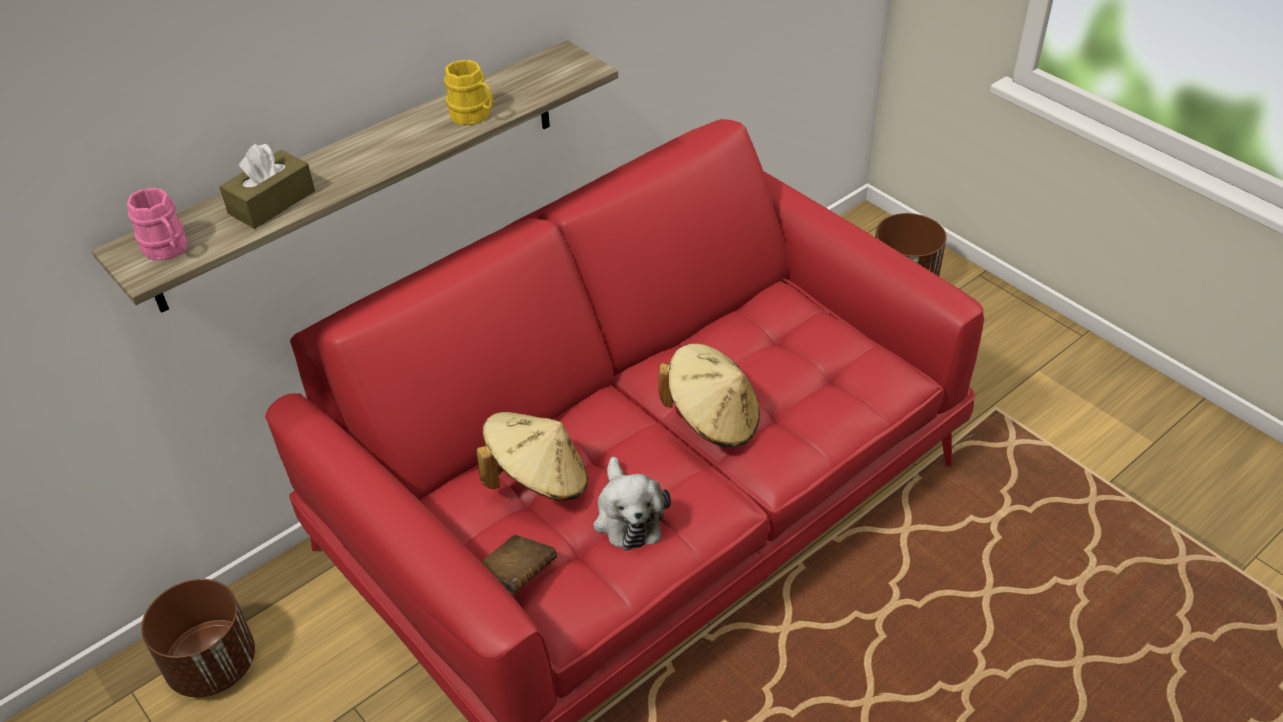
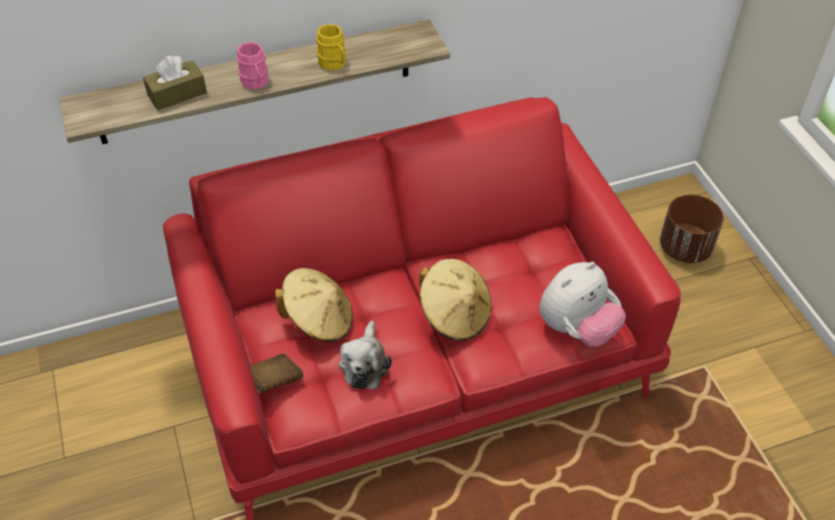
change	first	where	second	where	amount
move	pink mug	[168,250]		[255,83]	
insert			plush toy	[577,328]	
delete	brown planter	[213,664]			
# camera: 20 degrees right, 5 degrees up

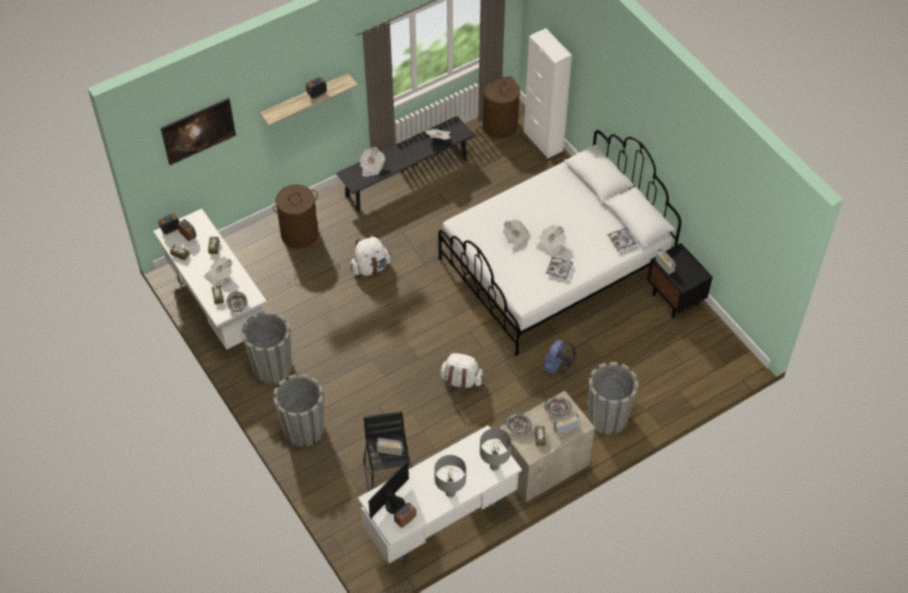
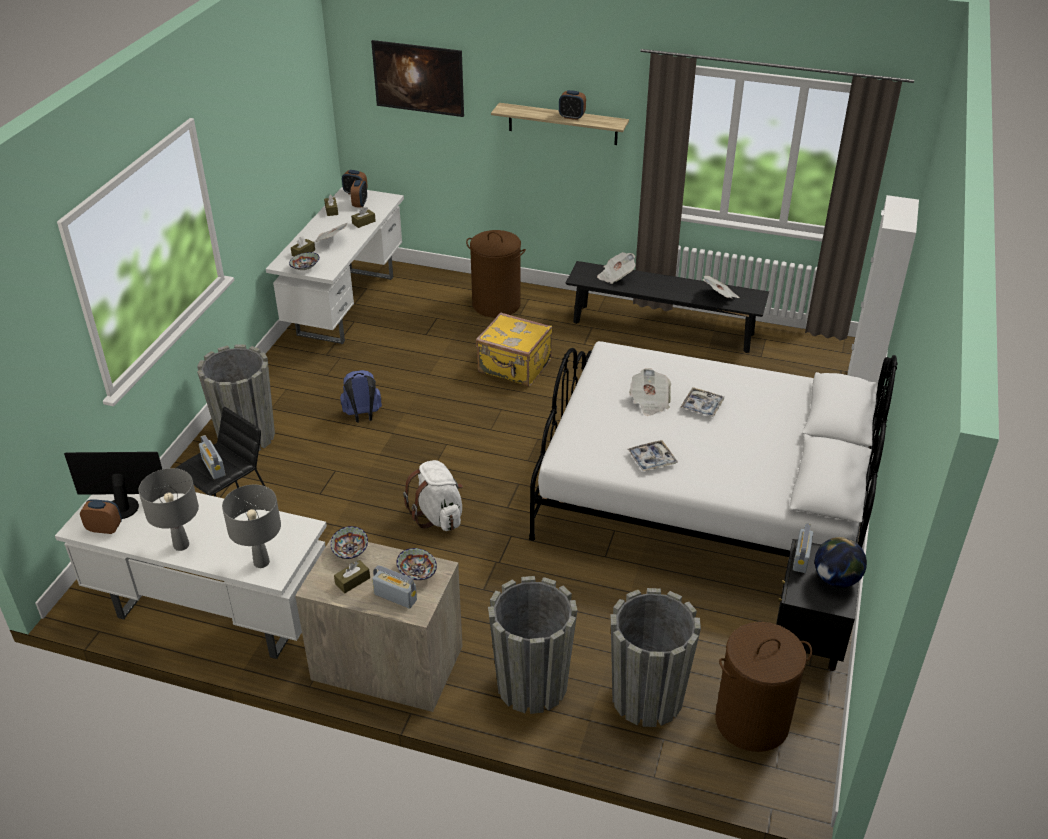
change	first	where	second	where	amount
move	blue backpack	[557,366]		[362,416]	
replace	white backpack	[370,267]	yellow suitcase	[514,367]	
move	grey planter	[272,367]		[647,697]	
move	tray	[621,241]		[702,406]	
move	brown laundry basket	[500,126]		[752,722]	
insert			globe	[836,579]	
delete	newspaper	[550,244]			
# camera: 50 degrees right, 15 degrees down

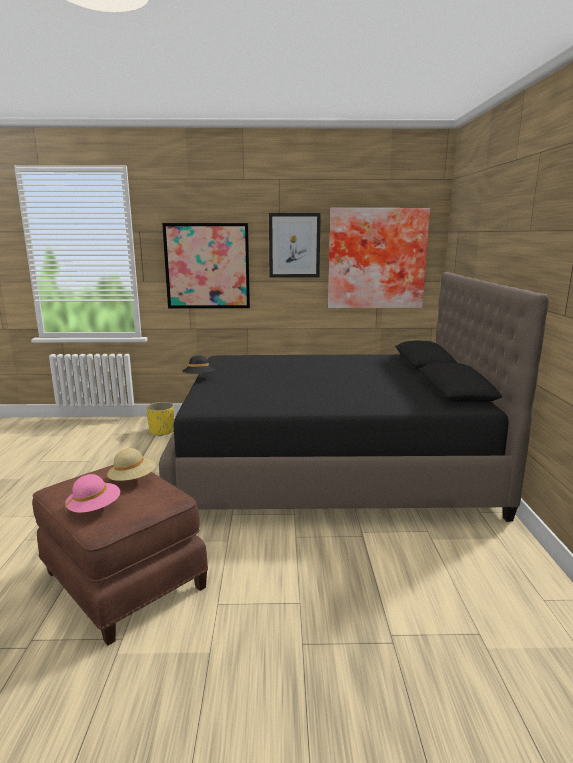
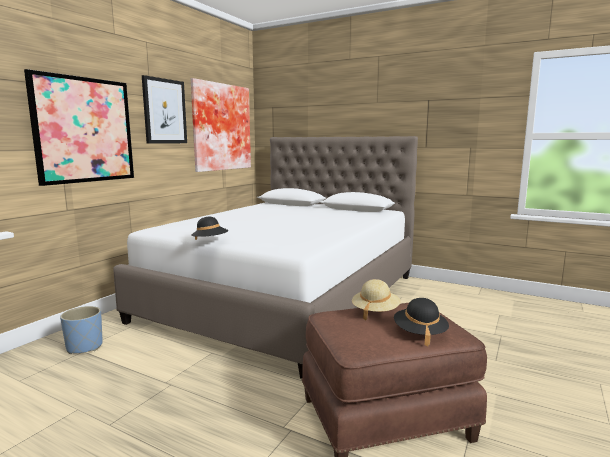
change	first	where	second	where	amount
recolor	yellow planter	[161,431]	blue planter	[84,347]	
recolor	black bed	[329,465]	white bed	[286,297]	
recolor	pink hat	[94,508]	black hat	[419,333]	
# camera: 60 degrees left, 5 degrees down

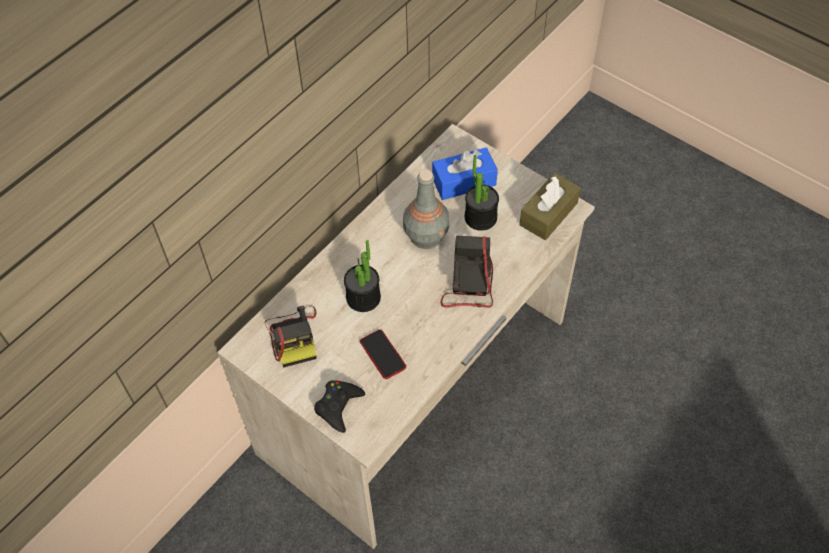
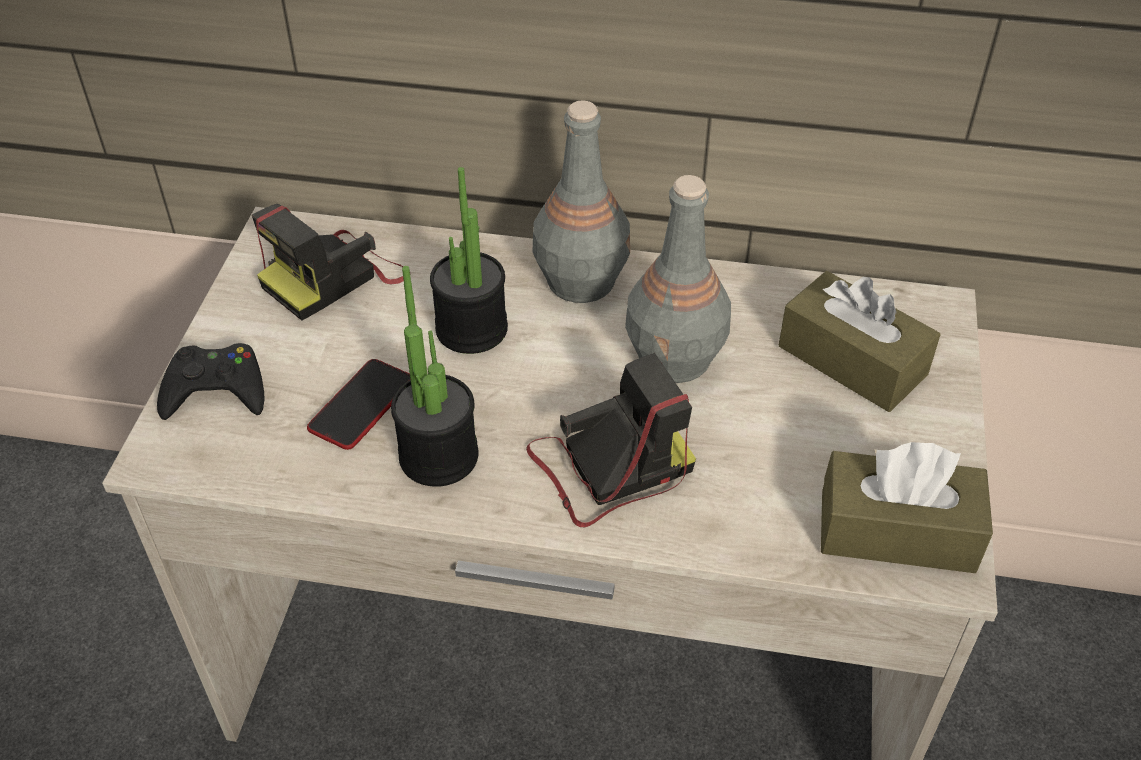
change	first	where	second	where	amount
move	potted plant	[480,217]		[438,456]	
insert			grey bottle	[581,280]	
recolor	blue tissue box	[464,181]	brown tissue box	[852,360]	
# camera: 60 degrees right, 10 degrees down

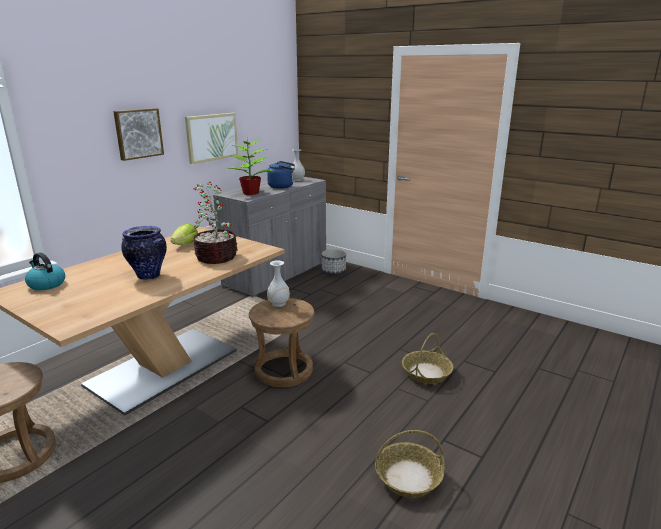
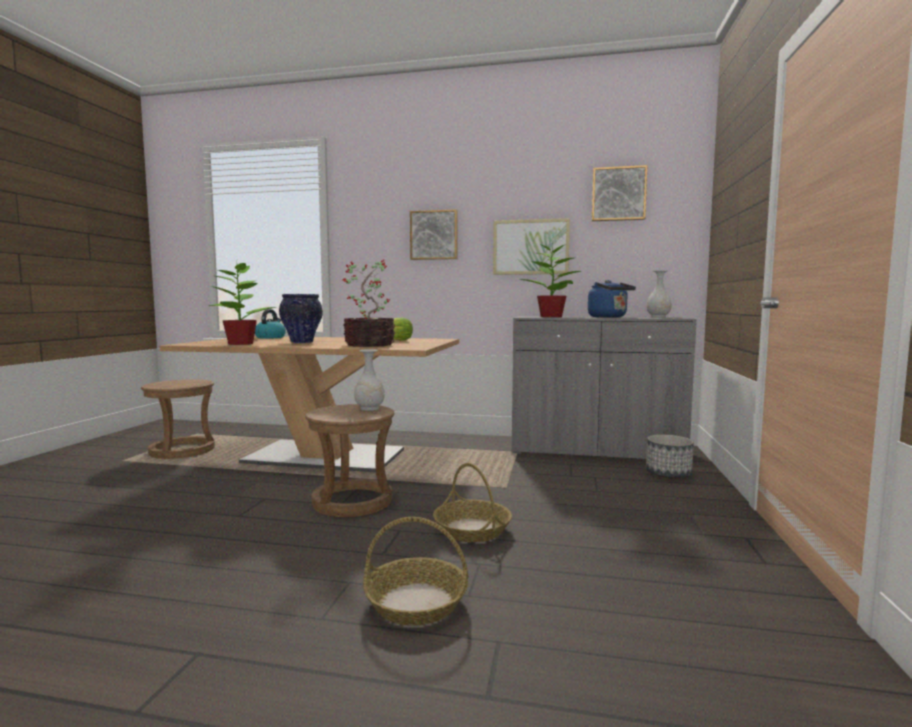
change	first	where	second	where	amount
insert			potted plant	[241,343]	
move	basket	[408,477]		[472,529]	
insert			picture	[618,194]	
# camera: 65 degrees right, 15 degrees down

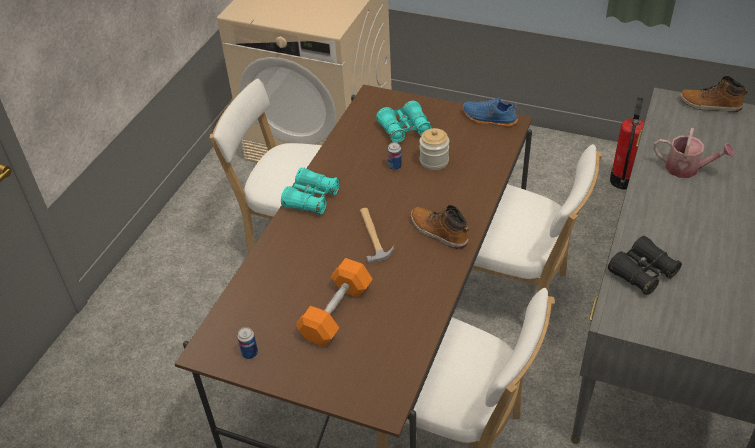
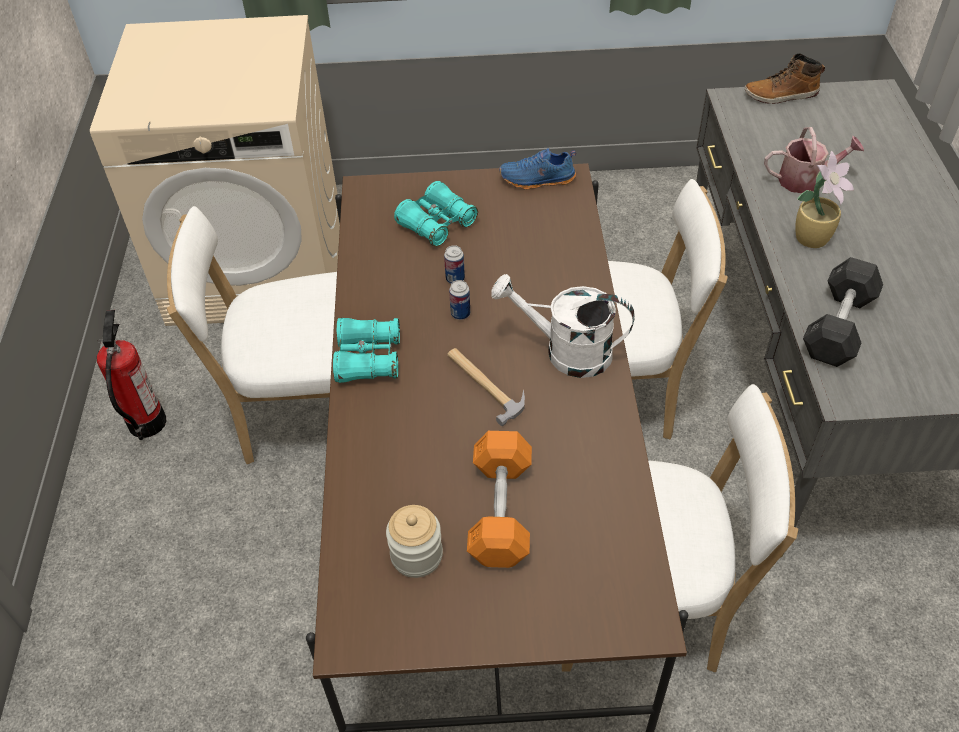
change	first	where	second	where	amount
move	fire extinguisher	[622,181]		[146,423]	
move	jar	[434,161]		[416,555]	
move	can	[250,353]		[460,314]	
replace	boot	[438,232]	white watering can	[566,352]	
insert			potted plant	[813,238]	
replace	black binoculars	[642,273]	grey dumbbell	[838,326]	
# camera: 25 degrees left, 5 degrees up

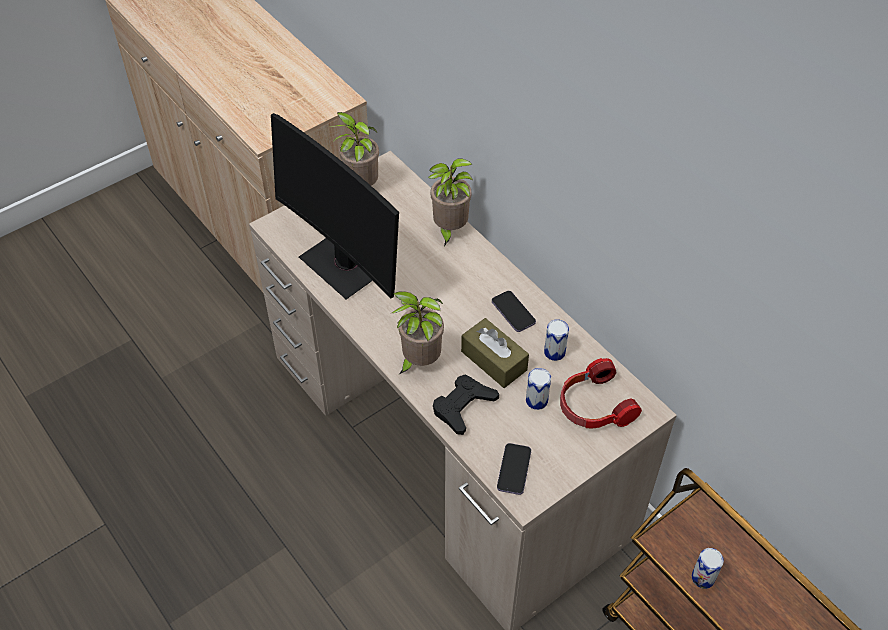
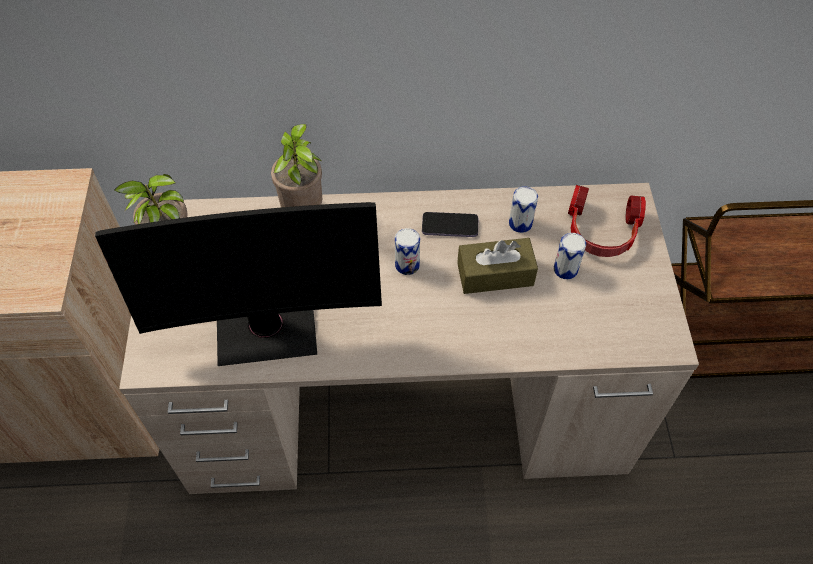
change	first	where	second	where	amount
move	can	[703,578]		[407,265]	
delete	potted plant	[419,361]			
delete	black game controller	[463,407]			
delete	phone	[514,470]			
# camera: 55 degrees left, 5 degrees up

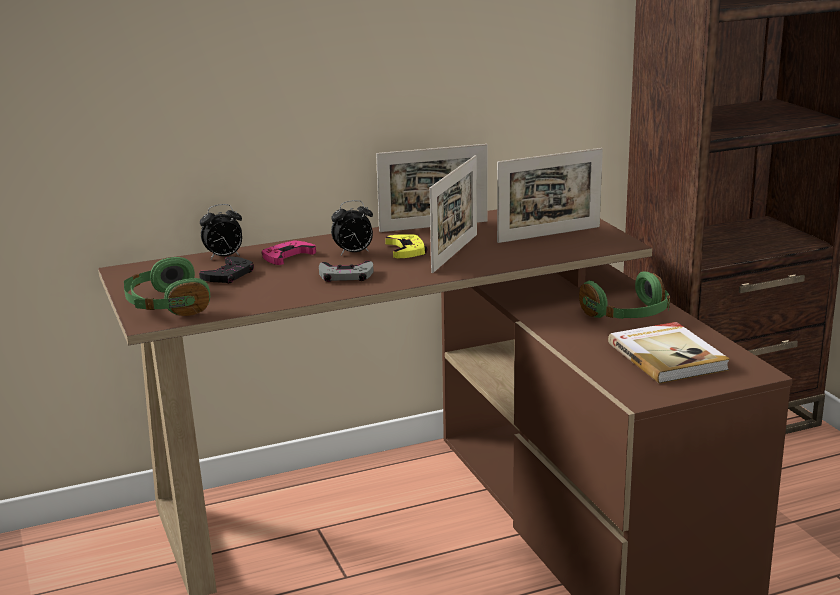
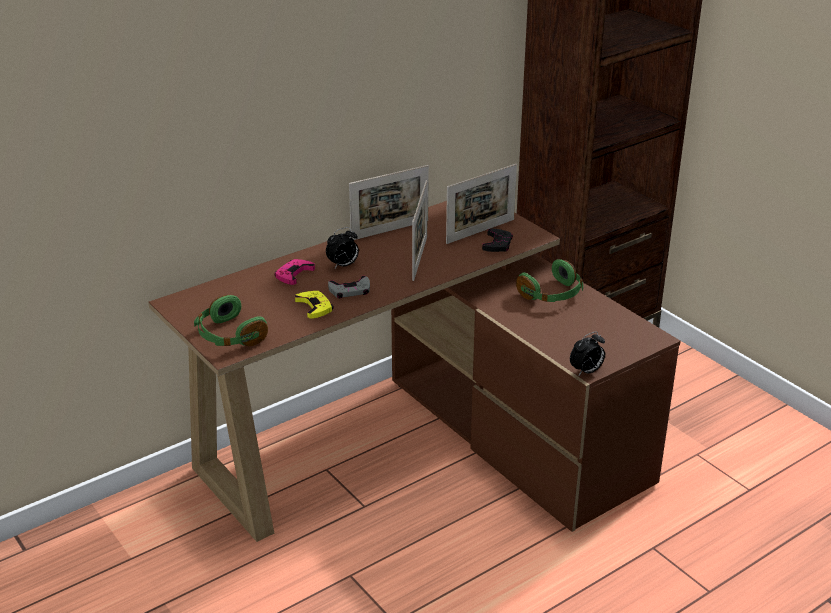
change	first	where	second	where	amount
move	yellow game controller	[406,250]		[314,307]	
move	black game controller	[228,275]		[497,244]	
move	alarm clock	[224,257]		[586,371]	
delete	book	[668,356]			
# camera: 15 degrees left, 10 degrees up

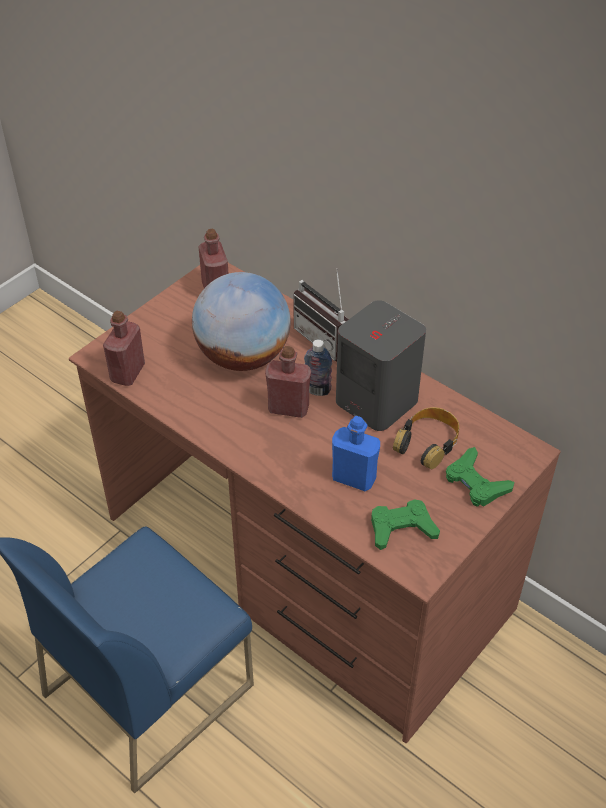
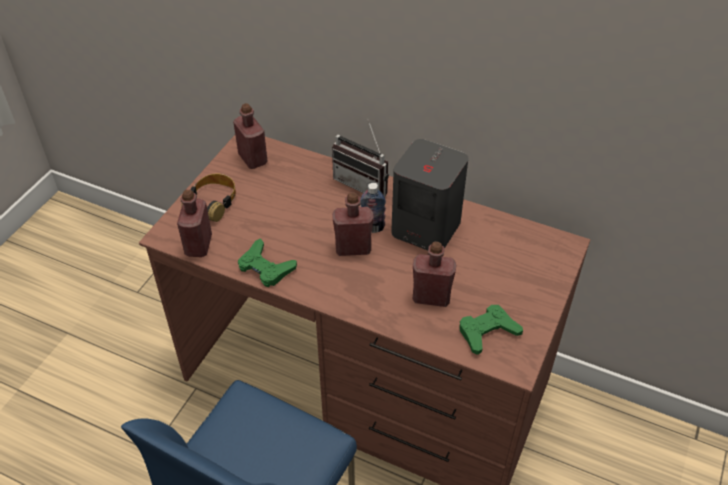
change	first	where	second	where	amount
move	headphones	[427,442]		[212,202]	
move	green game controller	[476,483]		[265,267]	
recolor	blue bottle	[354,478]	red bottle	[431,297]	
delete	globe	[243,356]			
# camera: 15 degrees left, 0 degrees up

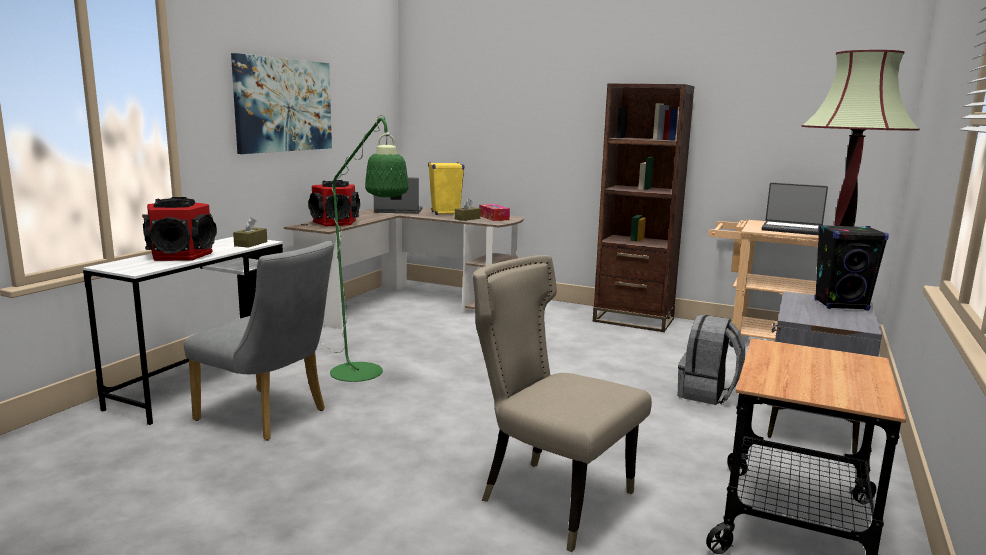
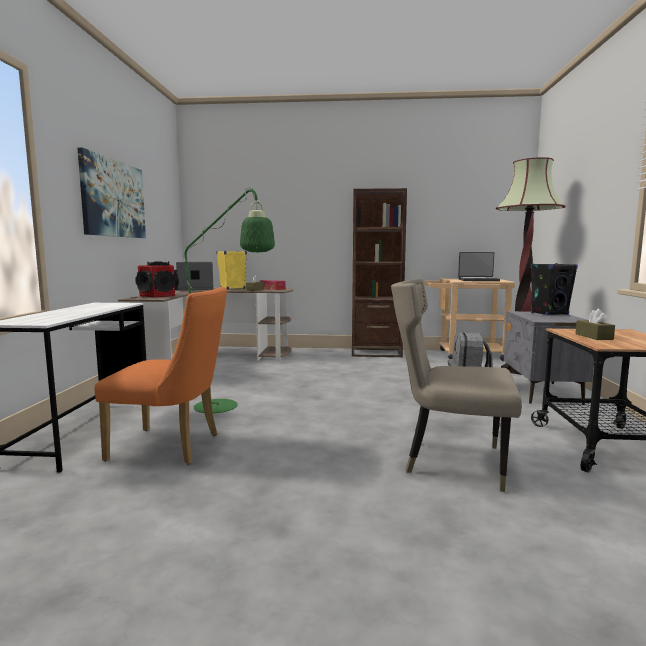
change	first	where	second	where	amount
recolor	grey chair	[269,416]	orange chair	[173,447]	
move	brown tissue box	[251,244]		[594,336]	
delete	speaker	[181,255]			
# camera: 20 degrees left, 5 degrees down

